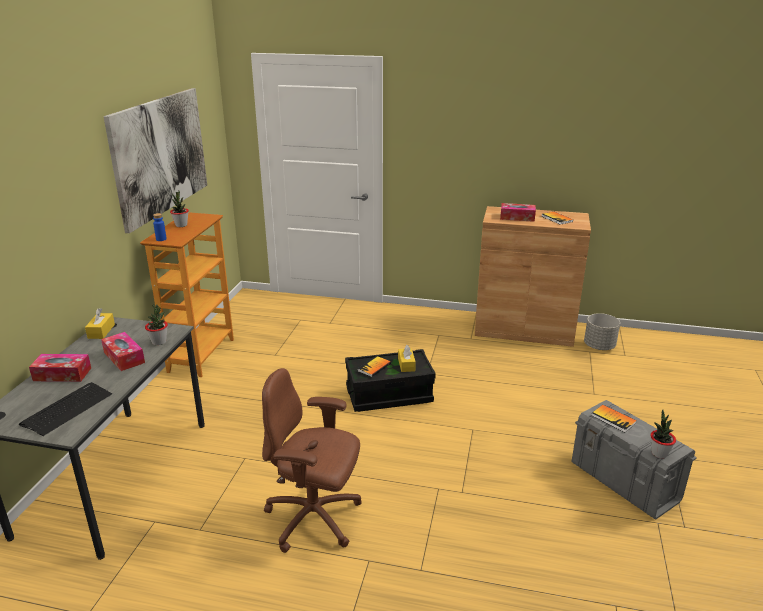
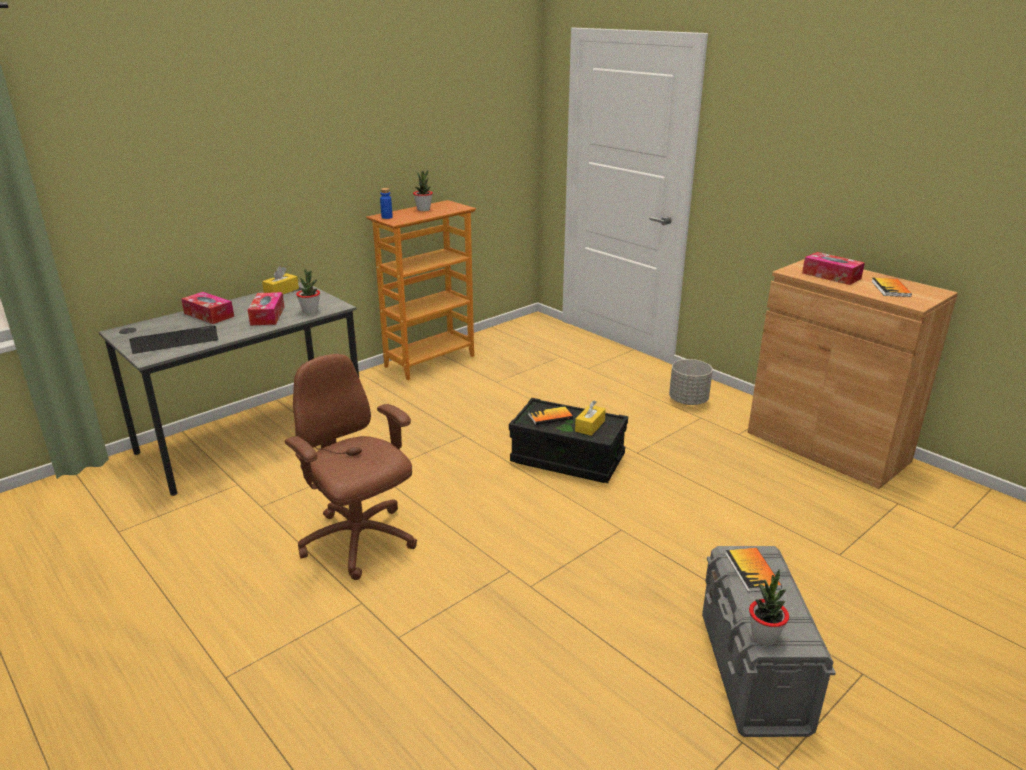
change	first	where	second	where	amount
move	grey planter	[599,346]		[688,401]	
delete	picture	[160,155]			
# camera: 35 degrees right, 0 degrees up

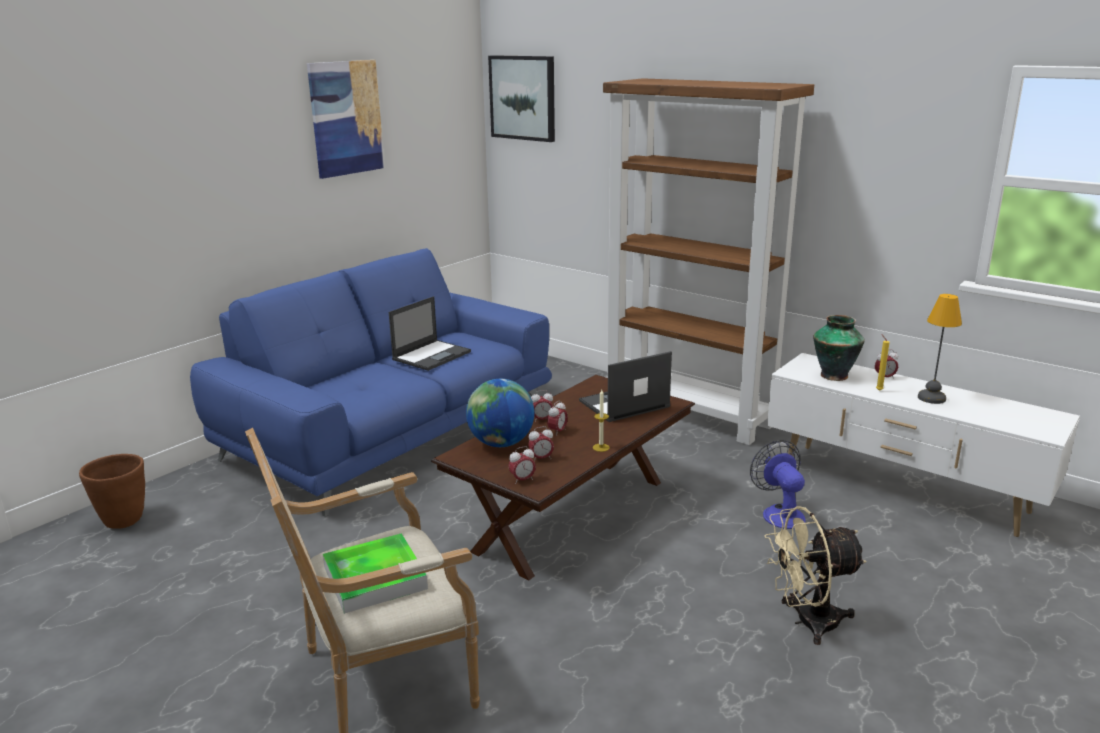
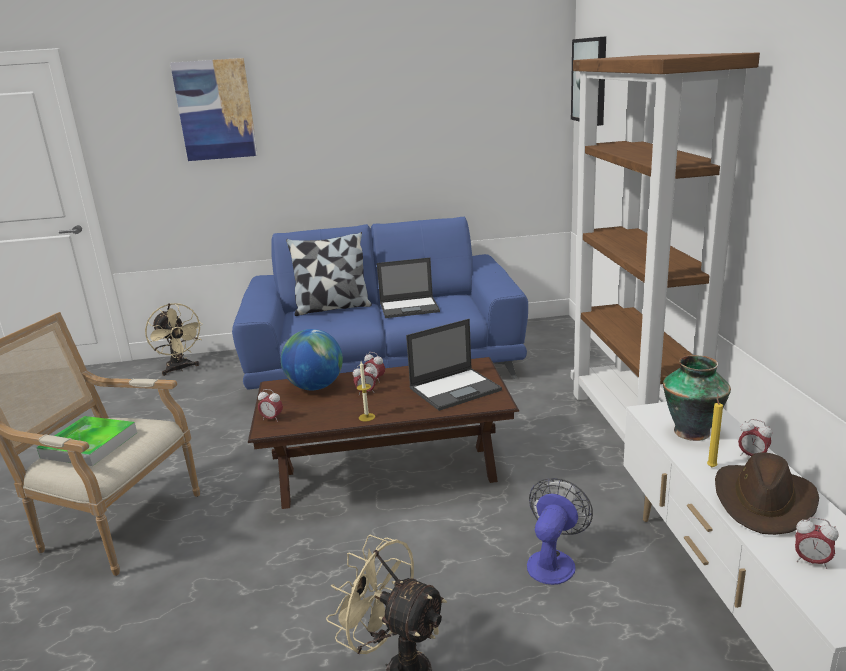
change	first	where	second	where	amount
replace	brown planter	[123,520]	beige fan	[180,369]	
move	picture	[346,118]		[215,110]	
insert			pillow	[332,308]	
rotate	laptop	[623,404]		[456,389]	135 degrees clockwise
replace	table lamp	[931,397]	brown hat	[764,501]	
move	alarm clock	[541,458]		[811,561]	
# camera: 45 degrees right, 0 degrees up

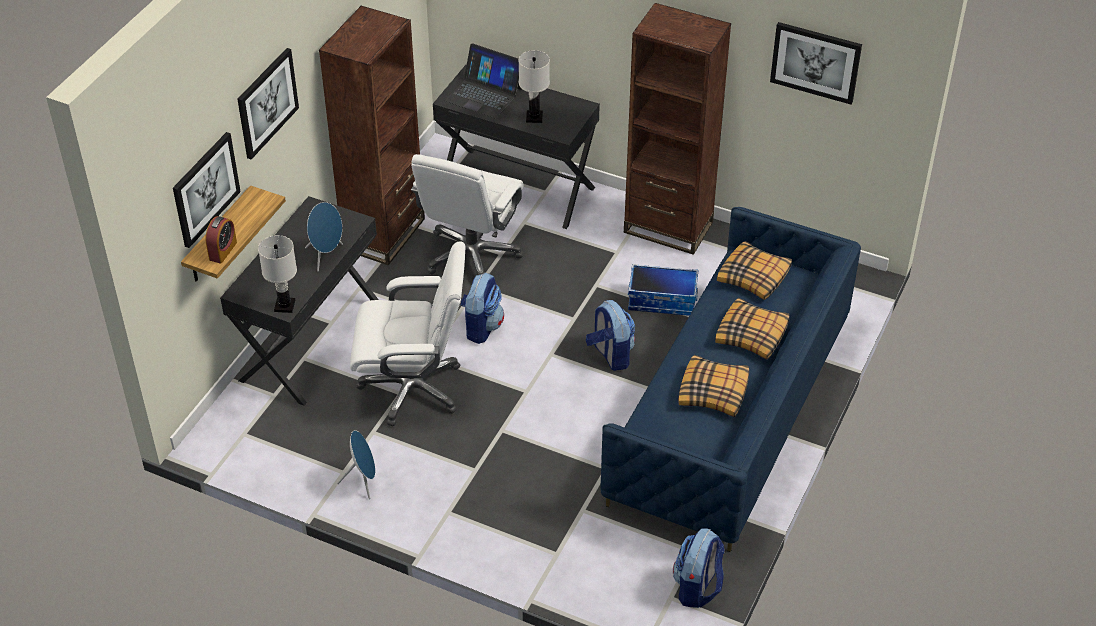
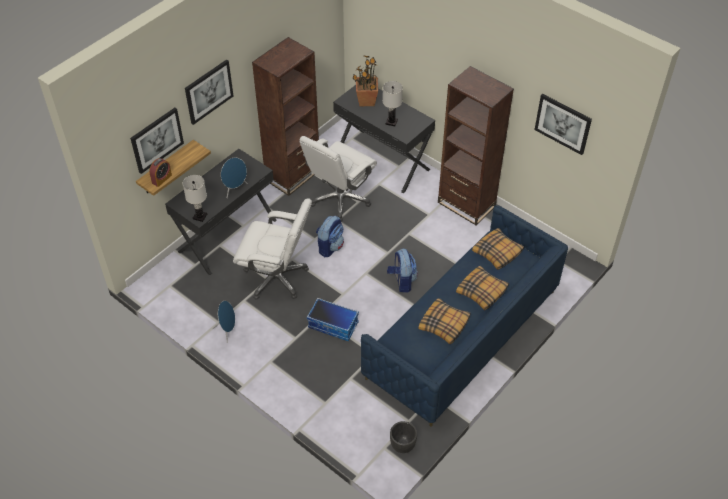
change	first	where	second	where	amount
move	storage box	[662,300]		[333,325]	
replace	laptop	[484,94]	potted plant	[366,101]	
replace	backpack	[697,588]	black planter	[402,445]	
# camera: 15 degrees right, 5 degrees up

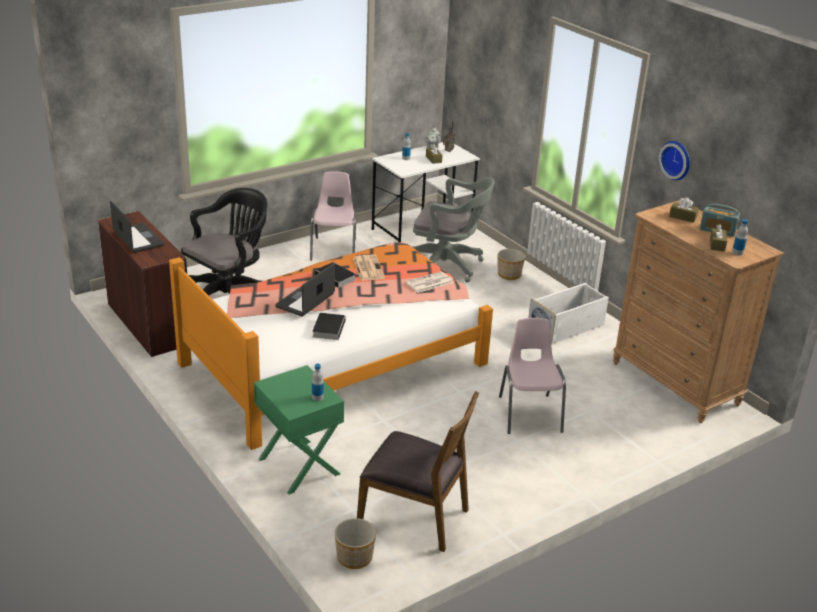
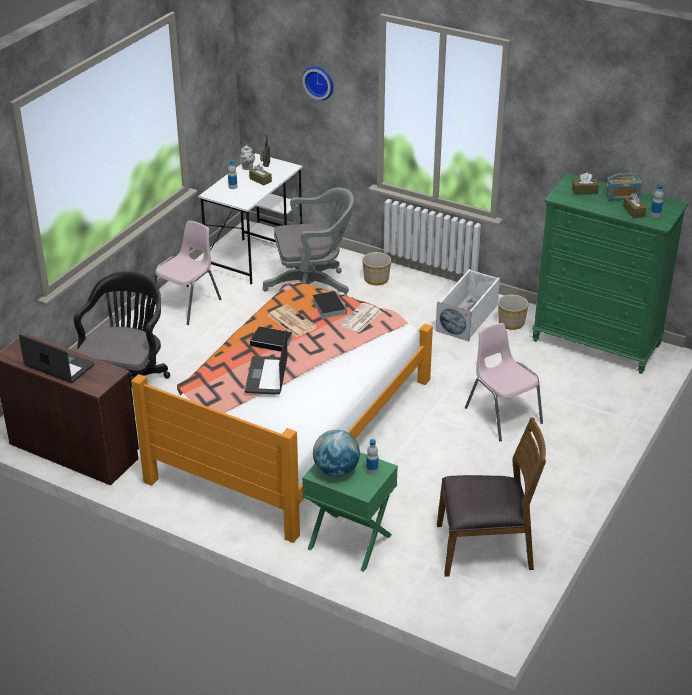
change	first	where	second	where	amount
rotate	pink chair	[334,249]		[188,304]	60 degrees clockwise
move	wall clock	[677,159]		[319,82]	
move	book	[328,328]		[328,306]	
insert			globe	[336,470]	
move	planter	[354,557]		[511,323]	
recolor	brown dresser	[675,384]	green dresser	[596,343]	
# camera: 25 degrees left, 5 degrees up

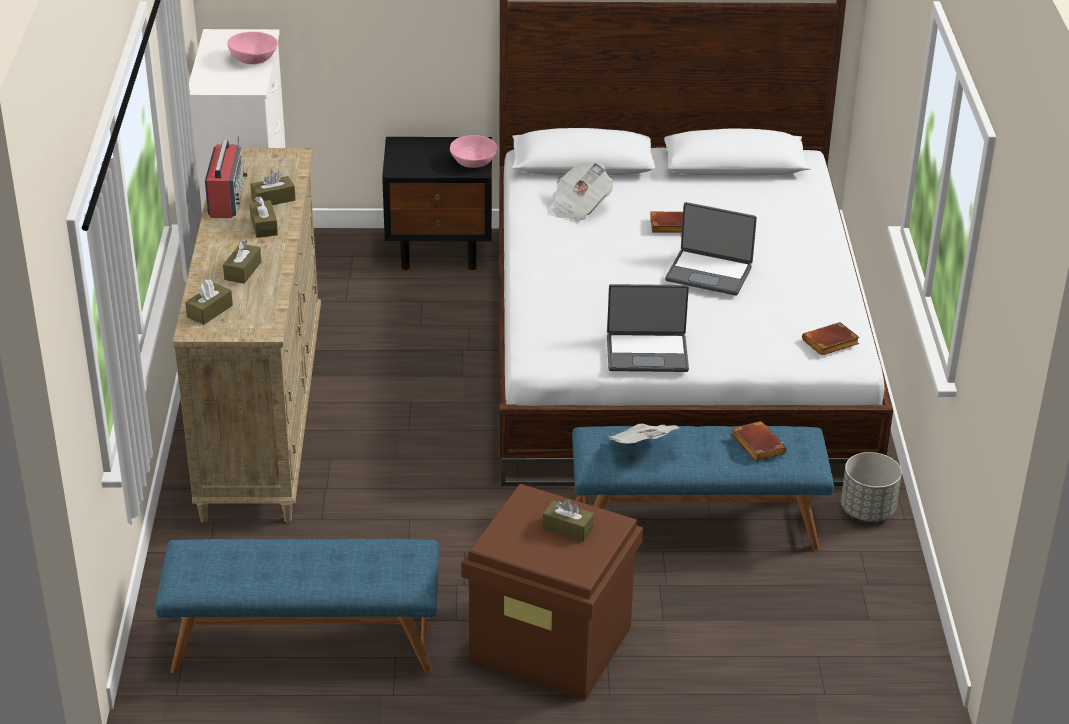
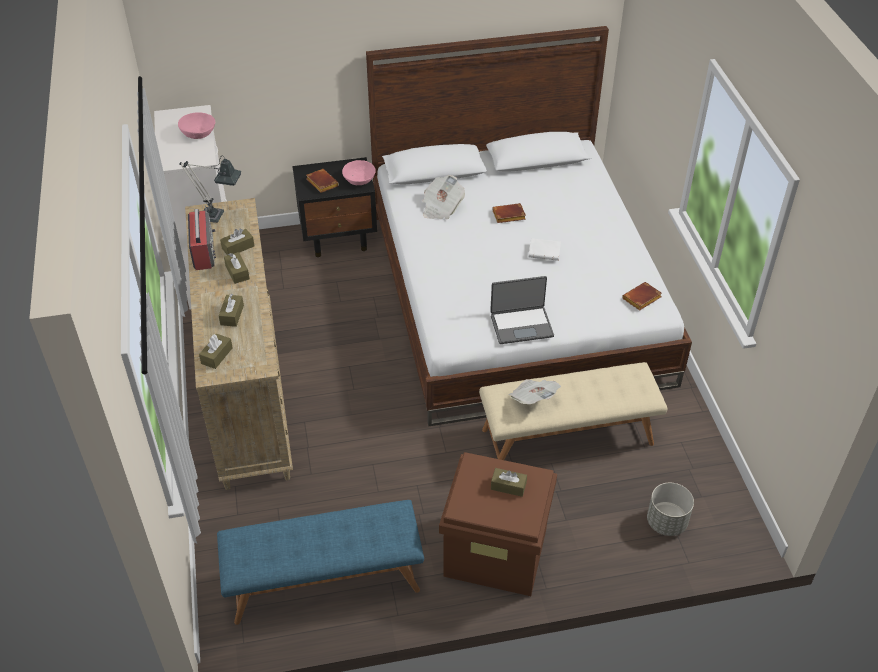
change	first	where	second	where	amount
insert			table lamp	[217,217]	
move	brown book	[756,445]		[321,183]	
recolor	blue bench	[696,522]	beige bench	[567,436]	
replace	laptop	[709,273]	white book	[545,252]	
move	grey planter	[867,510]		[666,522]	
# camera: 10 degrees left, 10 degrees up

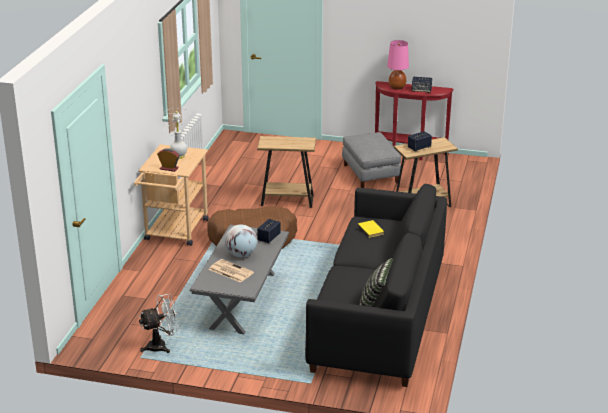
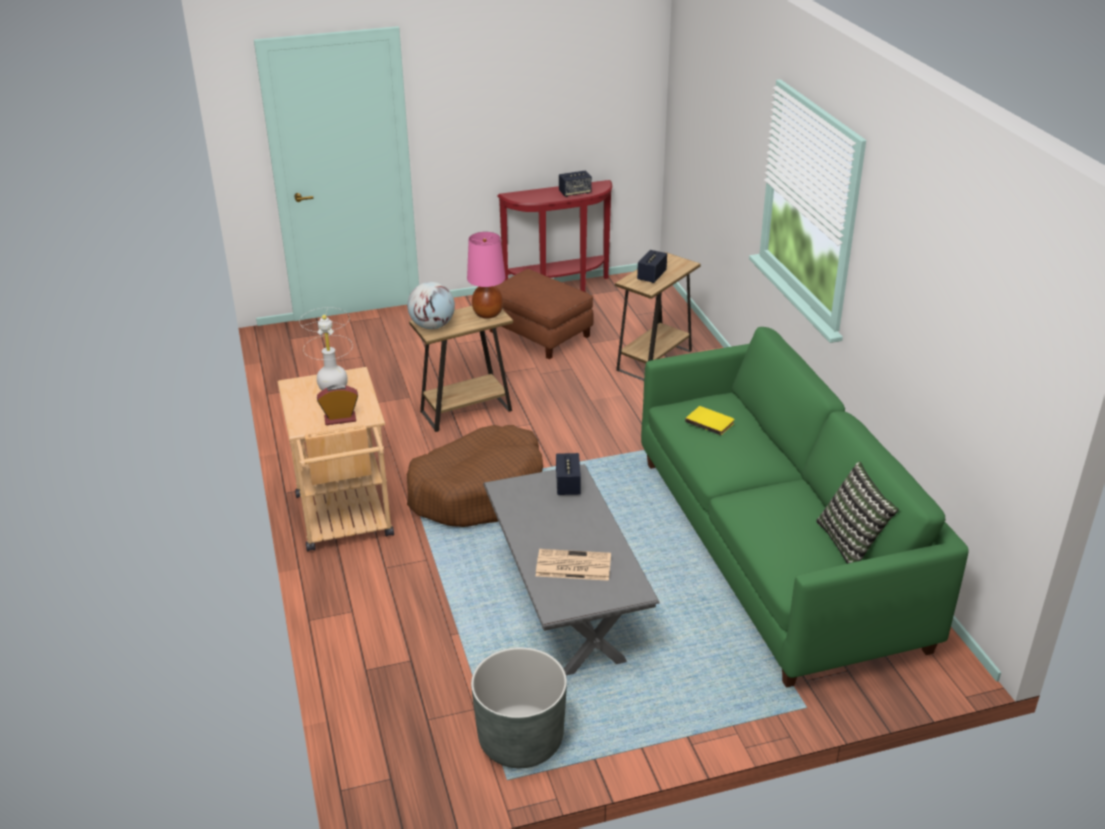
change	first	where	second	where	amount
move	globe	[241,254]		[432,326]	
move	pink table lamp	[397,87]		[488,314]	
replace	white fan	[162,346]	grey planter	[520,740]	
recolor	grey ottoman	[370,174]	brown ottoman	[538,334]	
recolor	black sofa	[379,315]	green sofa	[776,549]	
# camera: 30 degrees left, 5 degrees up

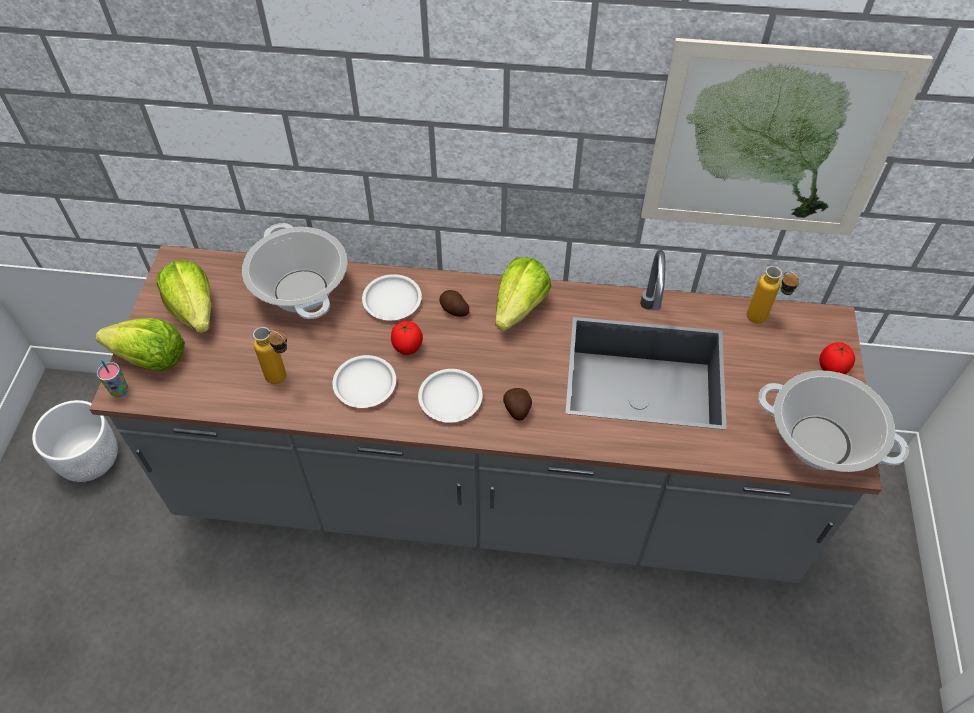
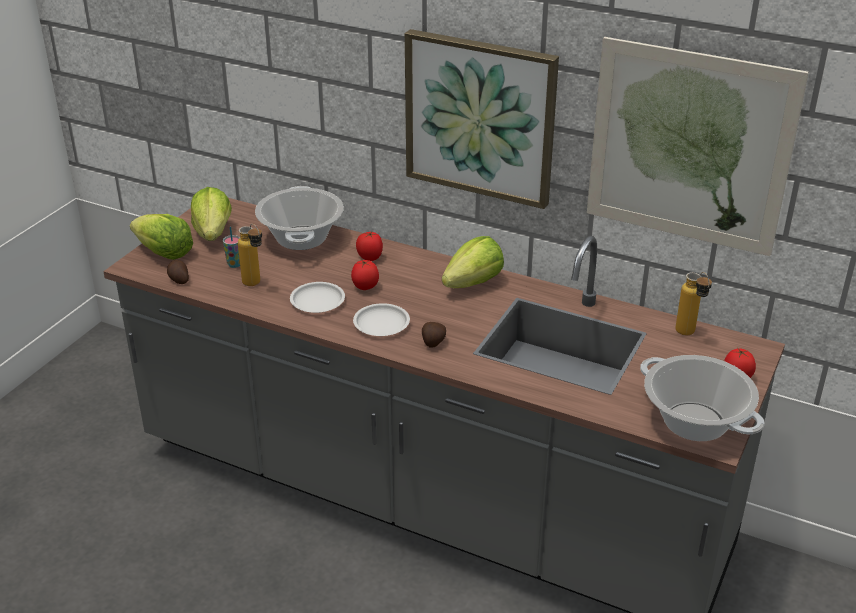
change	first	where	second	where	amount
move	potato	[453,309]		[178,279]	
move	cup	[120,391]		[234,264]	
replace	white plate	[391,300]	tomato	[369,258]	
insert			picture	[480,117]	
delete	white planter	[90,459]			
# camera: 20 degrees right, 20 degrees down

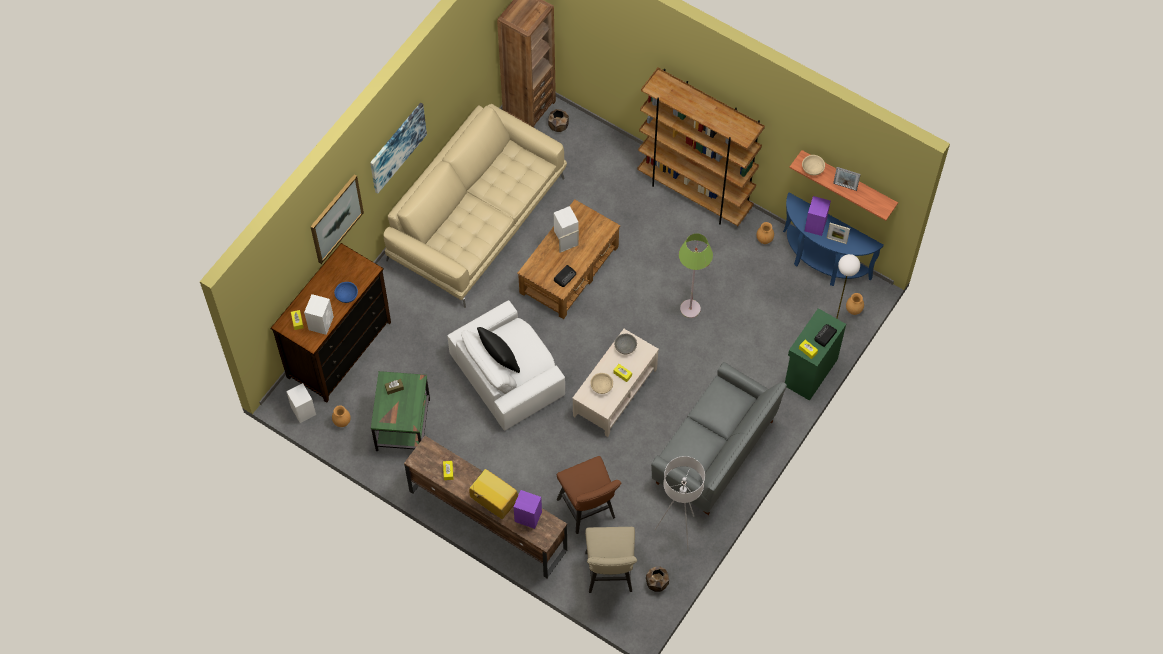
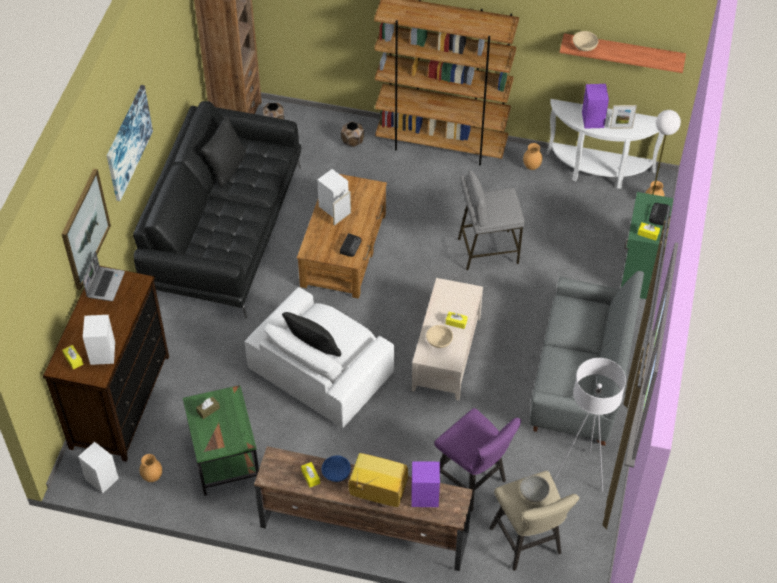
change	first	where	second	where	amount
insert			laptop	[105,284]	
recolor	beige sofa	[477,218]	black sofa	[224,228]	
insert			black pillow	[226,168]	
move	blue bowl	[346,296]		[336,473]	
move	brown planter	[656,583]		[352,142]	
recolor	brown stool	[588,511]	purple stool	[473,483]	
replace	green floor lamp	[690,309]	grey stool	[487,250]	
move	grey bowl	[625,347]		[533,493]	
recolor	blue console table	[821,263]	white console table	[598,172]	
delete	picture frame	[845,186]			
# camera: 20 degrees left, 10 degrees down

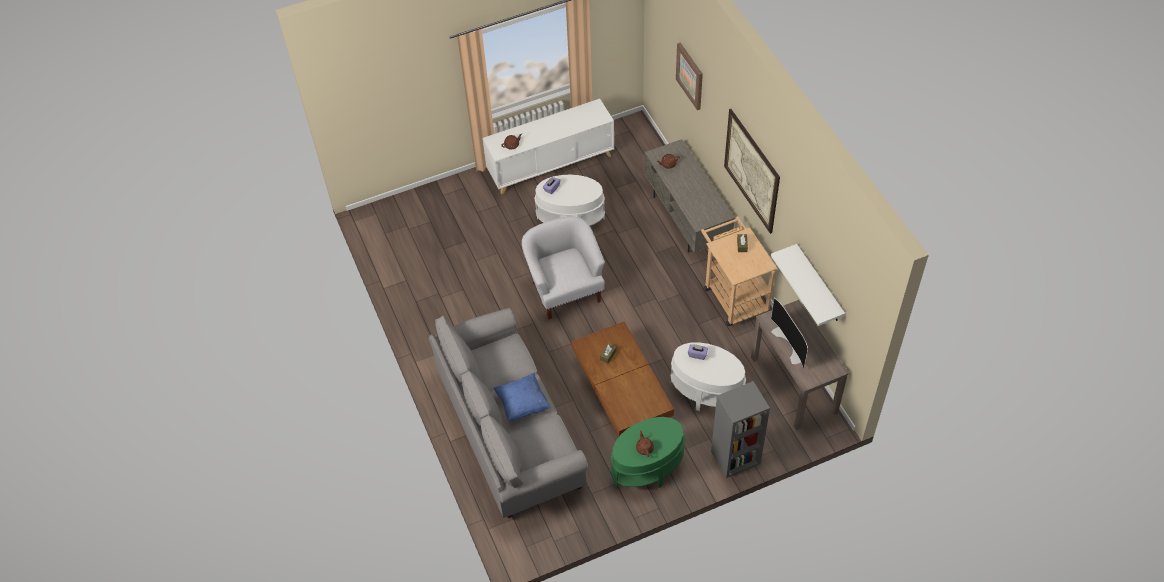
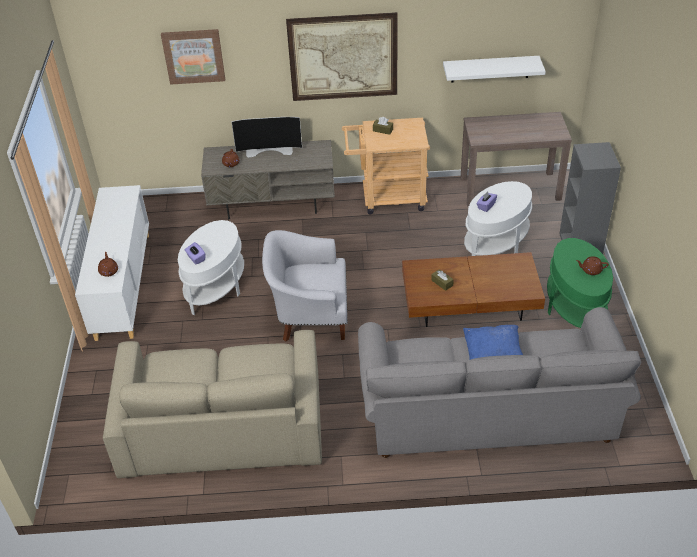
change	first	where	second	where	amount
insert			beige sofa	[222,423]	
move	television	[791,344]		[269,150]	
# camera: 70 degrees left, 10 degrees down

